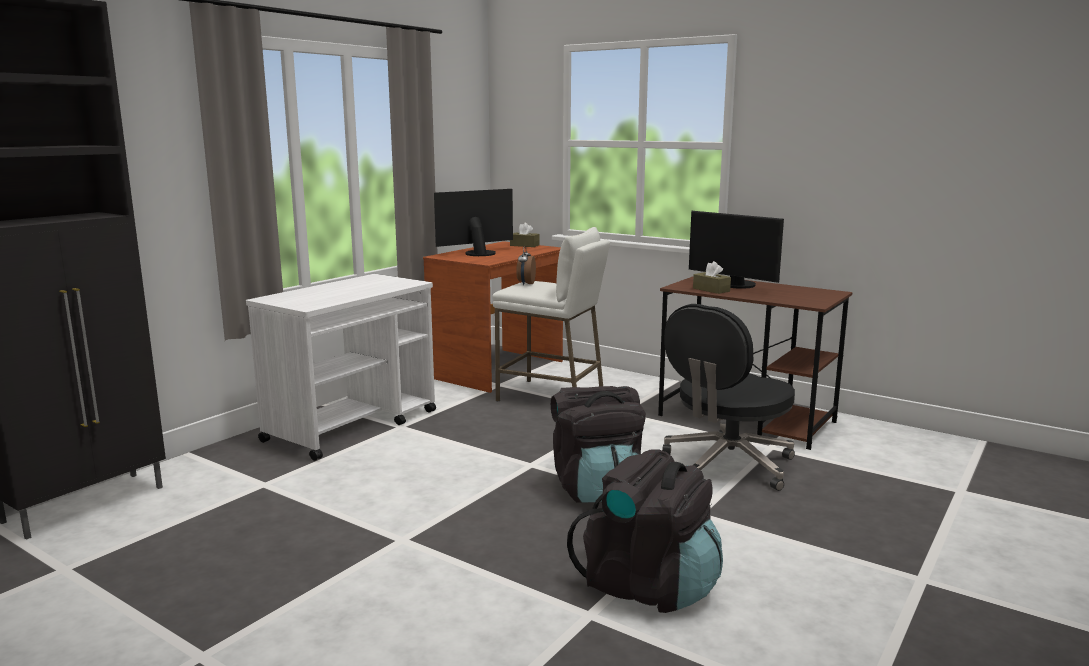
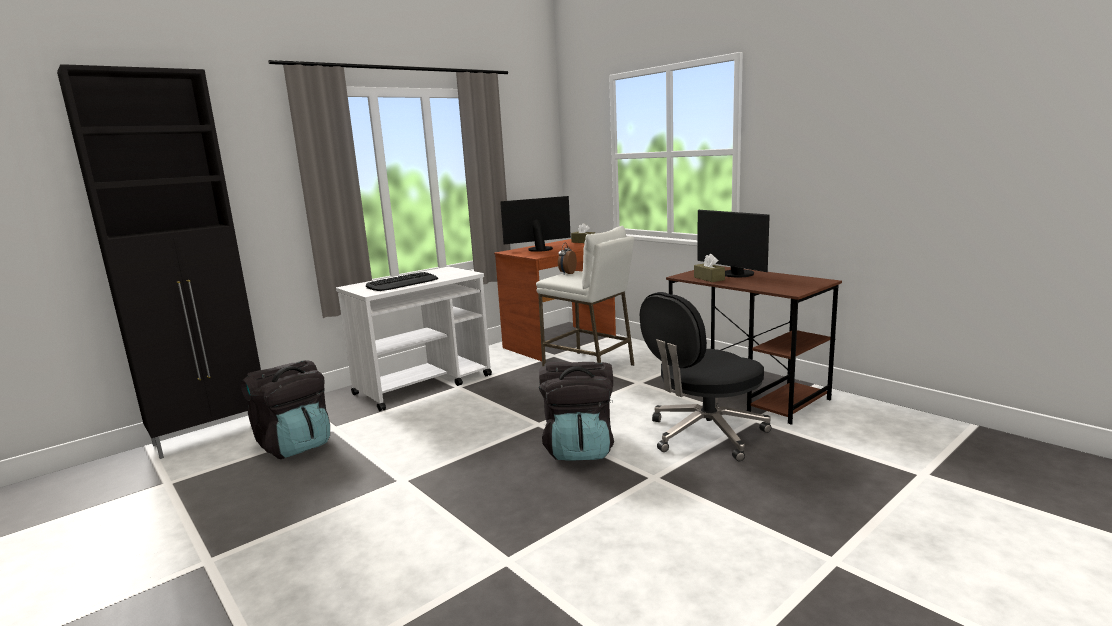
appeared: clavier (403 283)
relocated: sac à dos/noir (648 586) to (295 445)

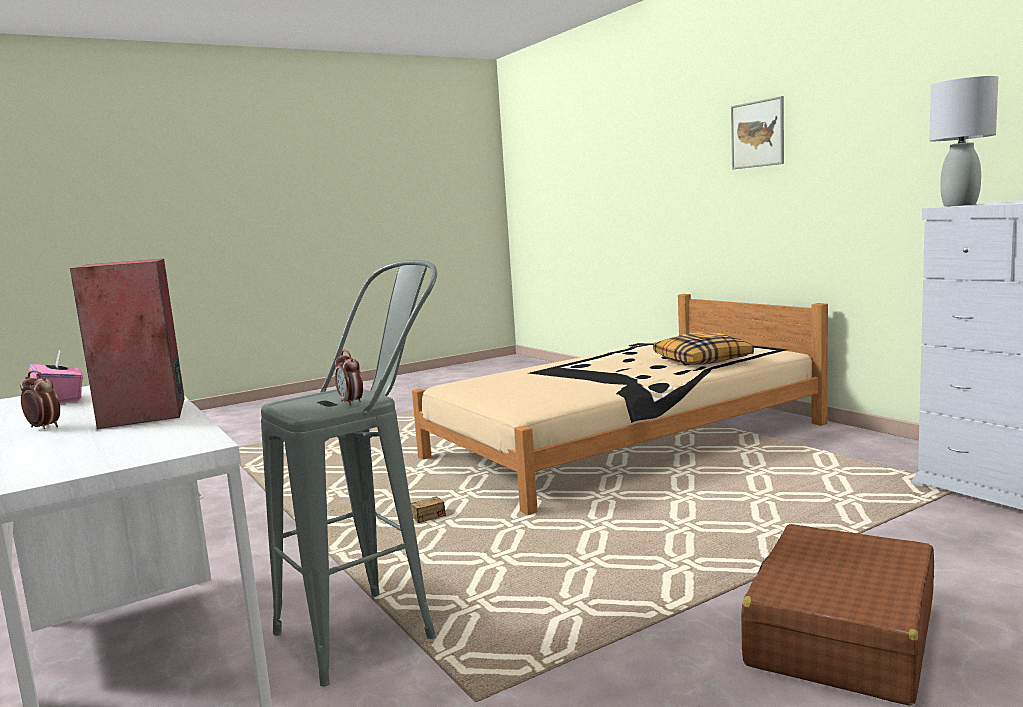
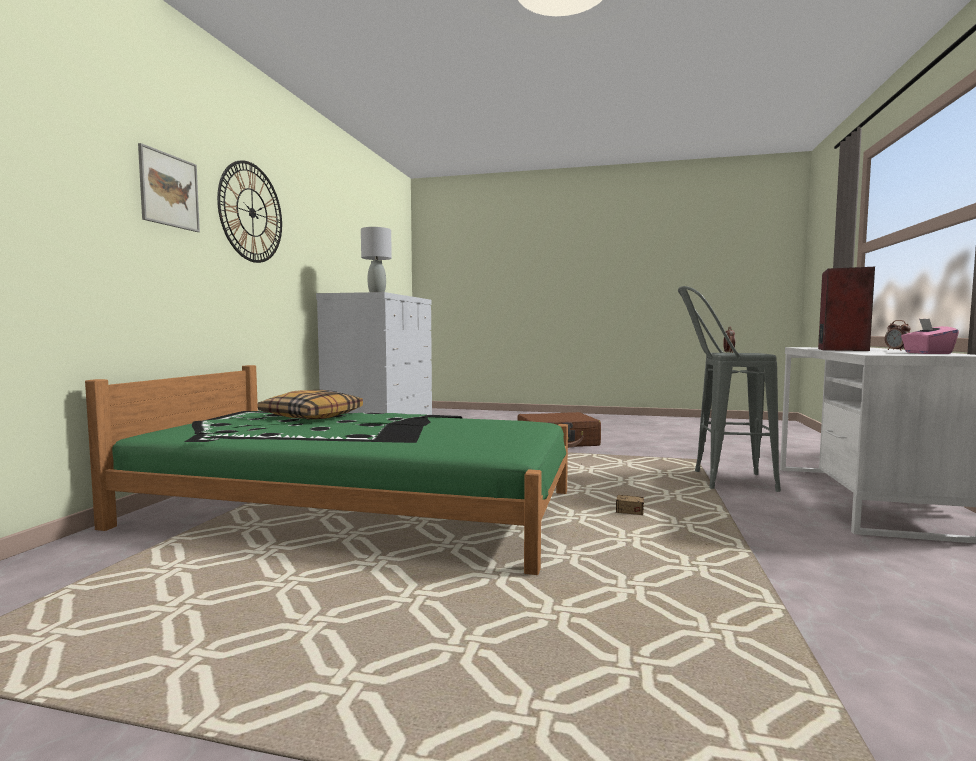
appeared: horloge murale (252 212)
colour: lit/beige (625 440) to lit/vert (355 509)

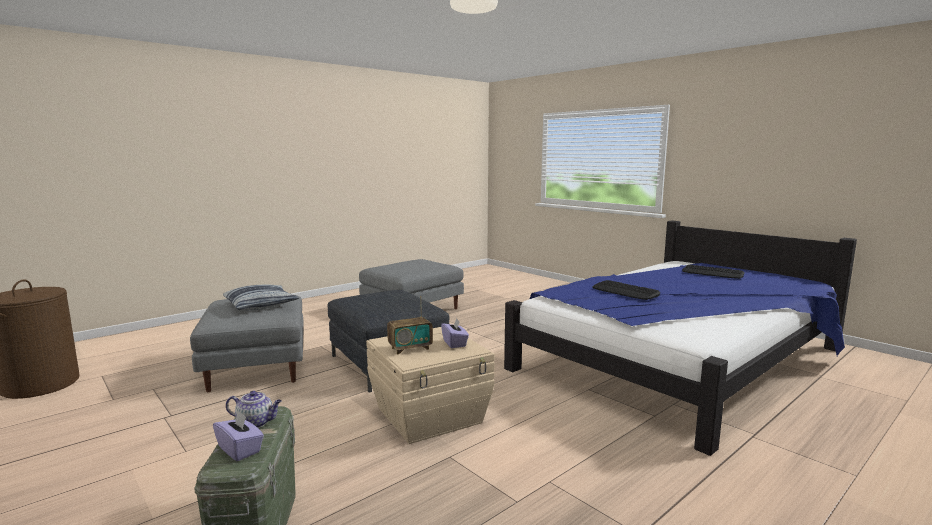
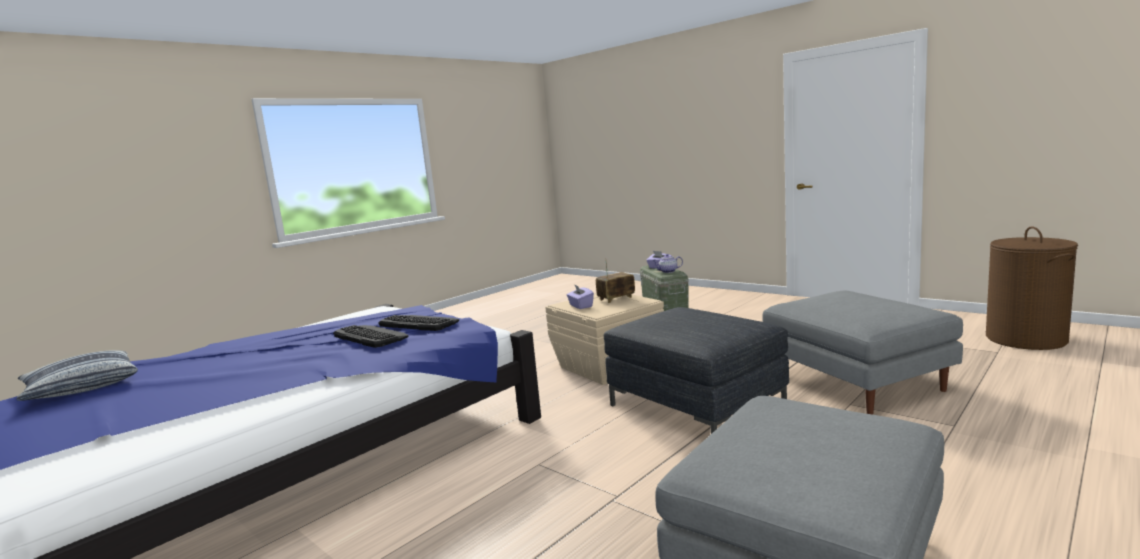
relocated: coussin (261 305) to (81 387); clavier (712 273) to (418 323)

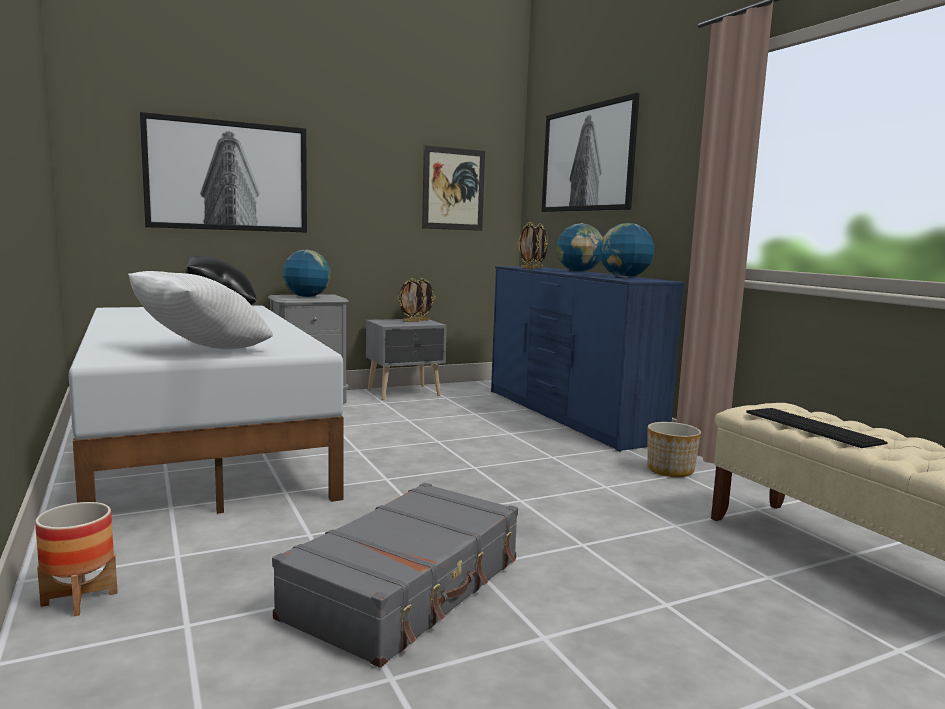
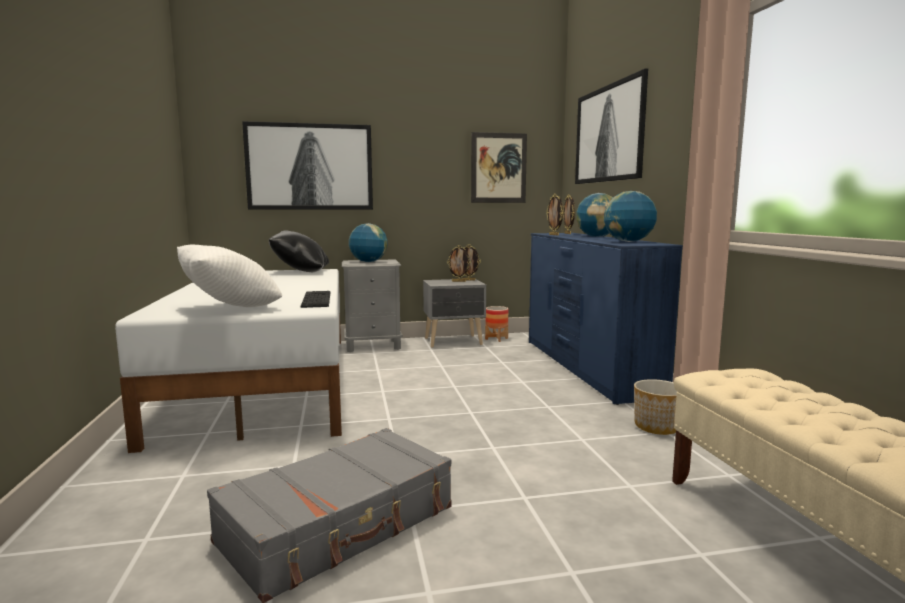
relocated: cache-pot (79 599) to (496 339); clavier (811 427) to (316 299)

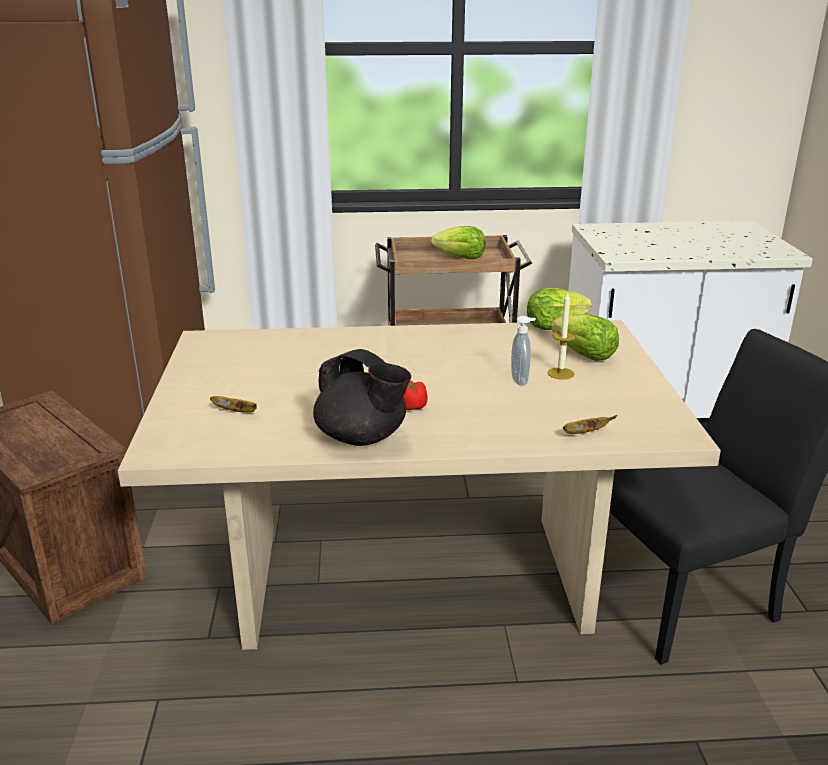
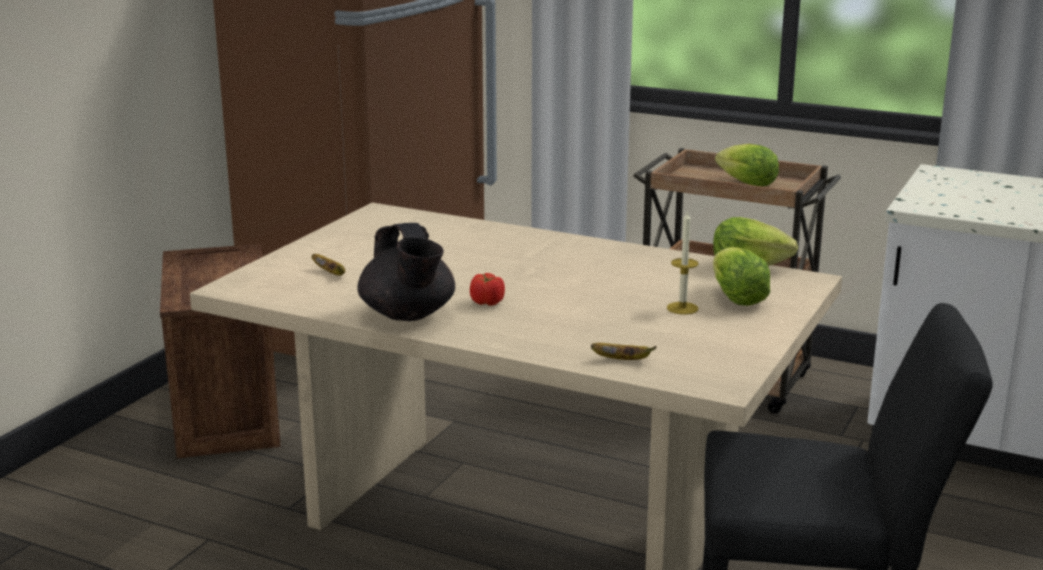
missing: distributeur de savon (521 380)

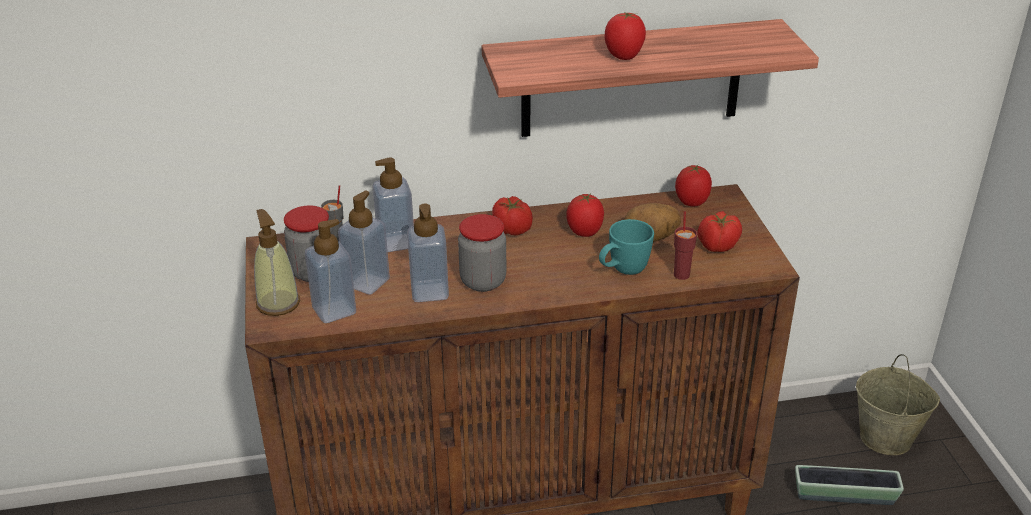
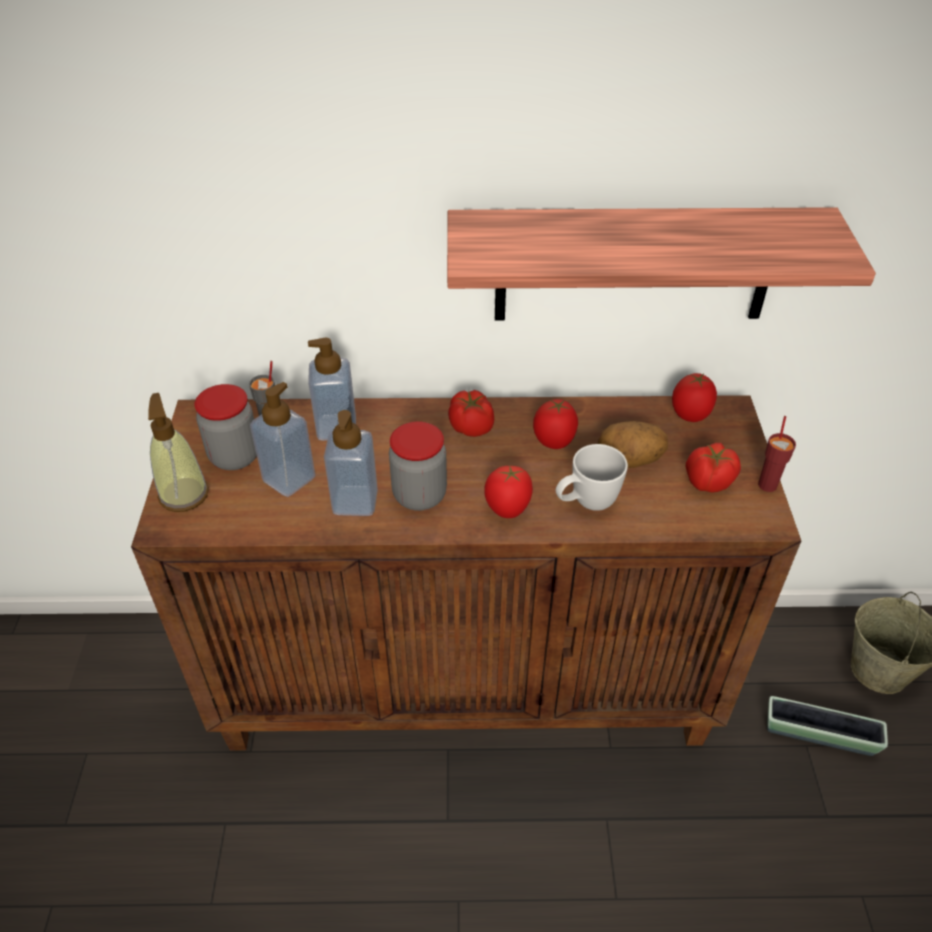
missing: distributeur de savon (334 310)
relocated: tomate (624 57) to (507 510); tasse/rouge (681 274) to (768 484)
colour: mug/turquoise (622 271) to mug/blanc (586 503)

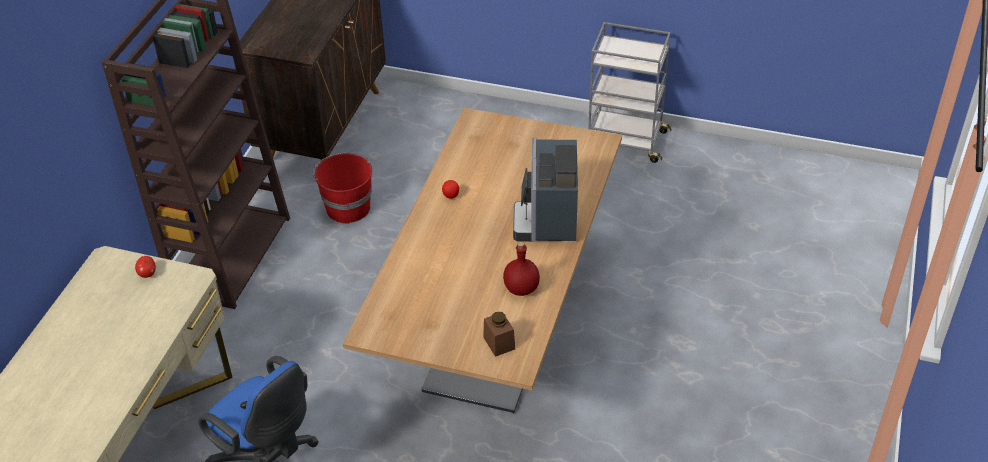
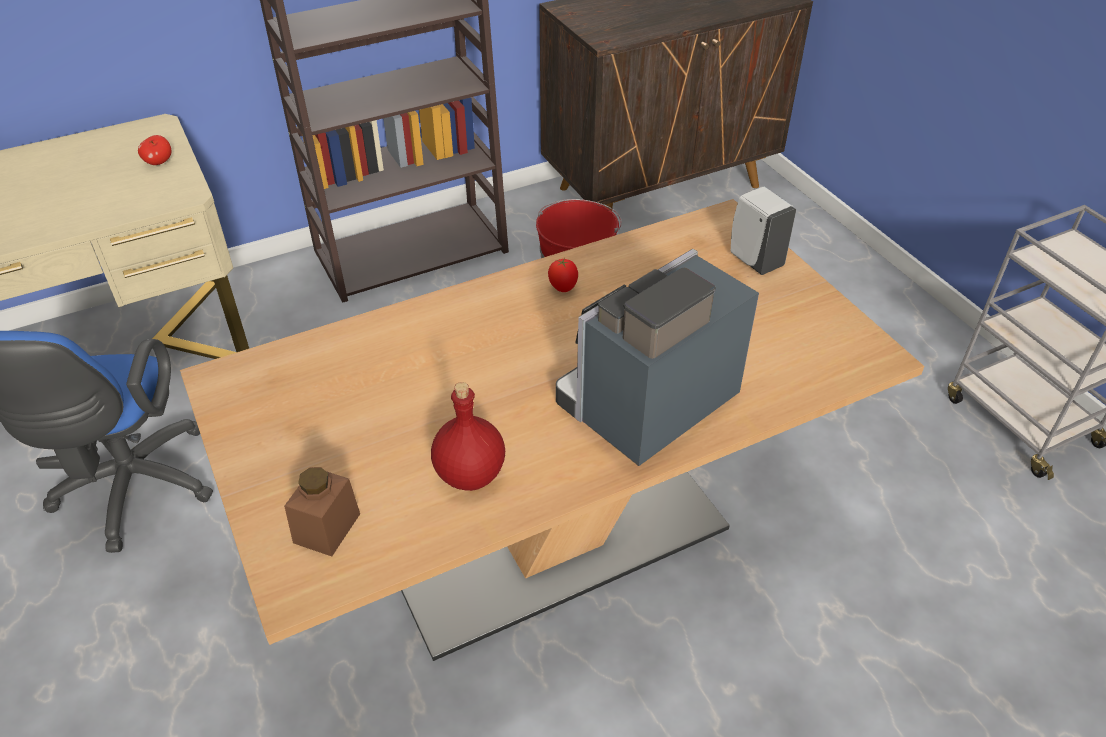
appeared: distributeur de savon/blanc (754 260)

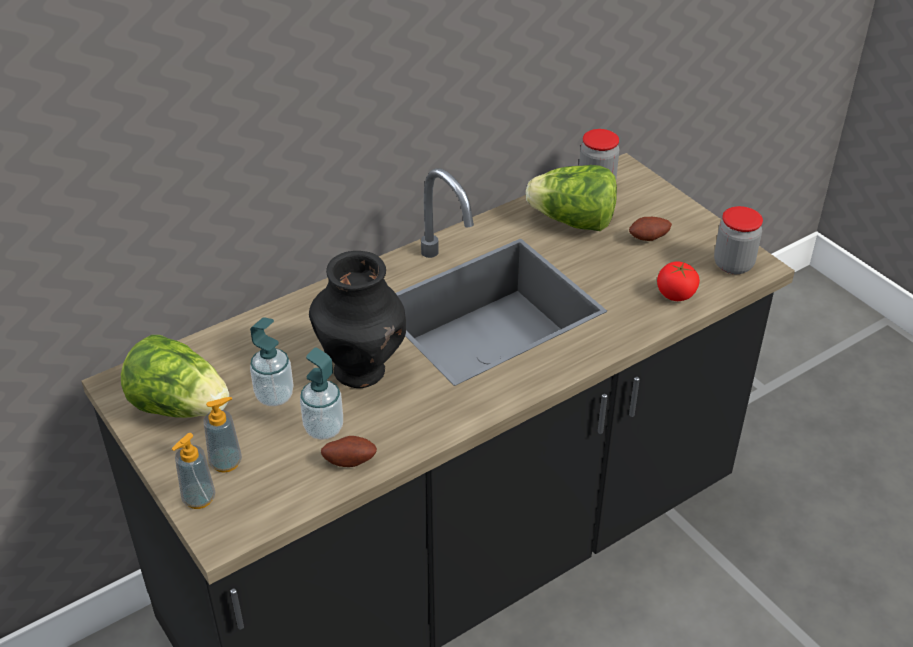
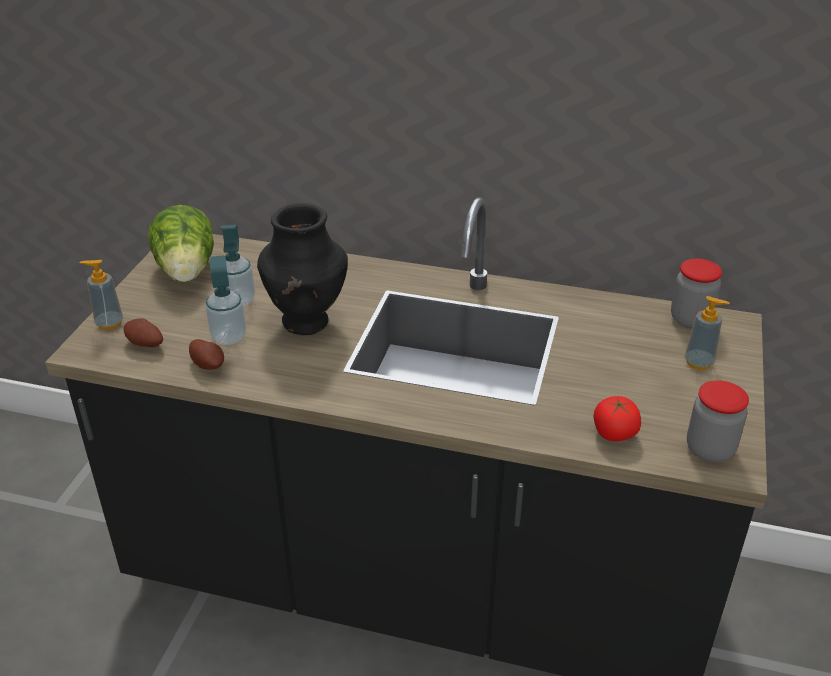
missing: laitue (573 222)
relocated: distributeur de savon (226 462) to (699 362); pomme de terre (649 239) to (144 345)

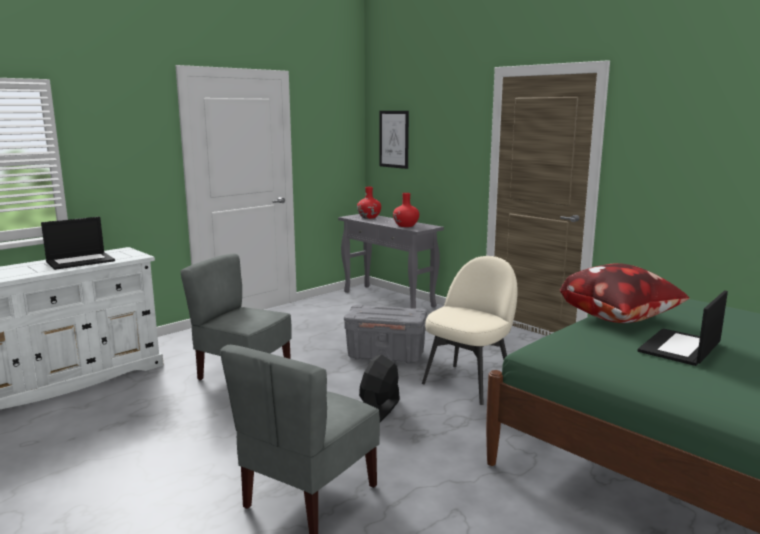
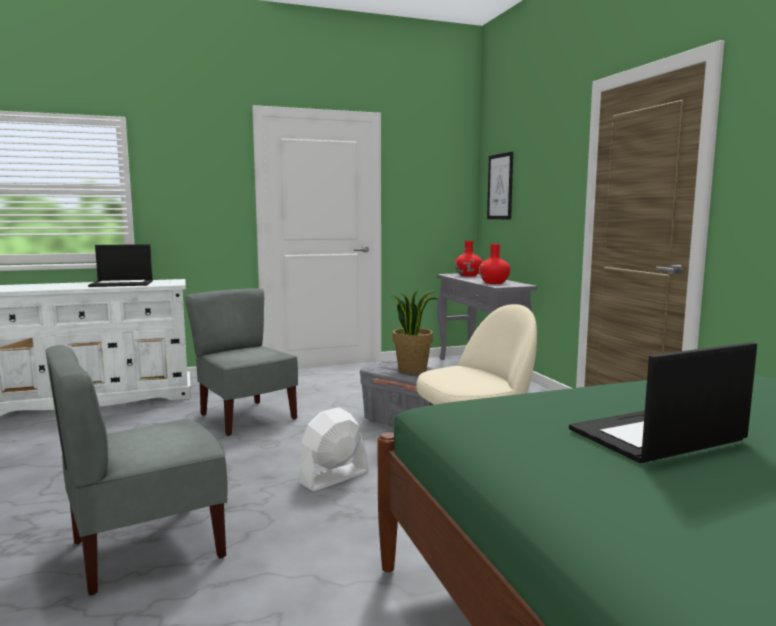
missing: coussin (620 319)
appeared: plante en pot (412 370)
colour: ventilateur/noir (380 410) to ventilateur/blanc (333 477)

